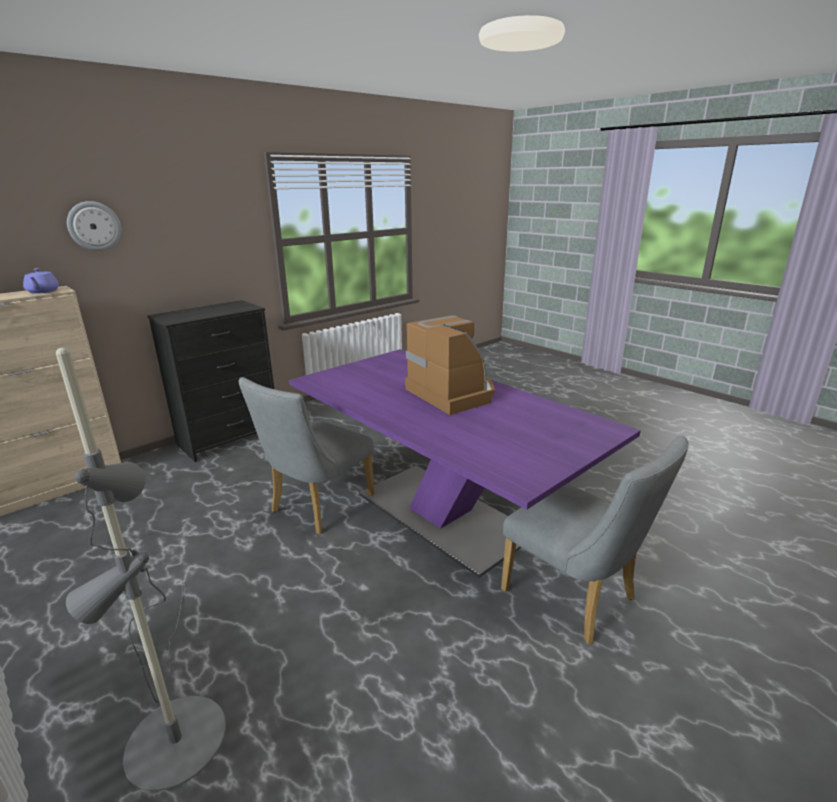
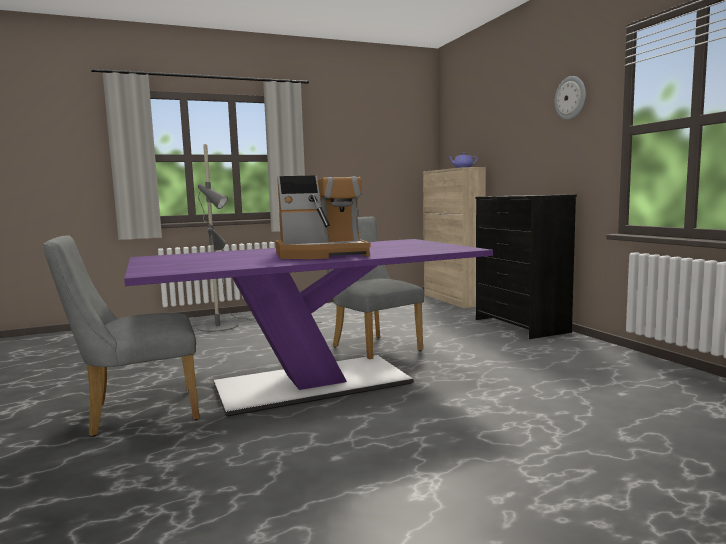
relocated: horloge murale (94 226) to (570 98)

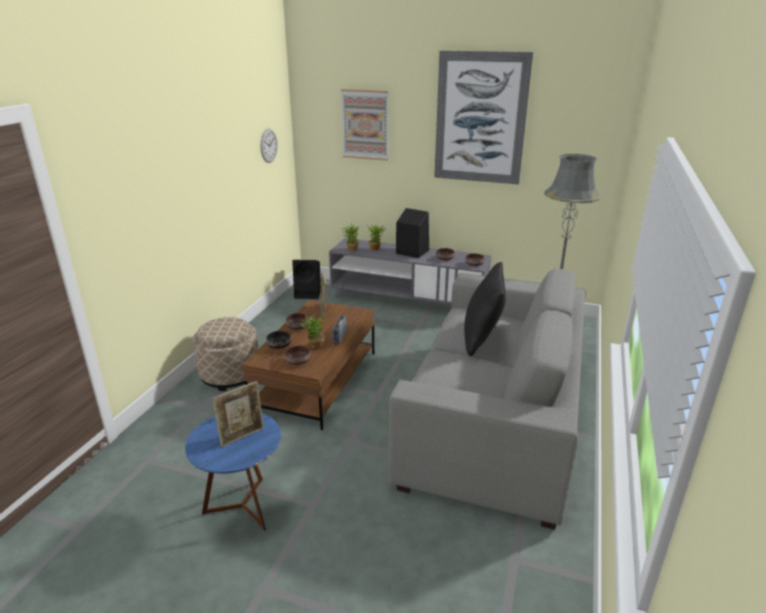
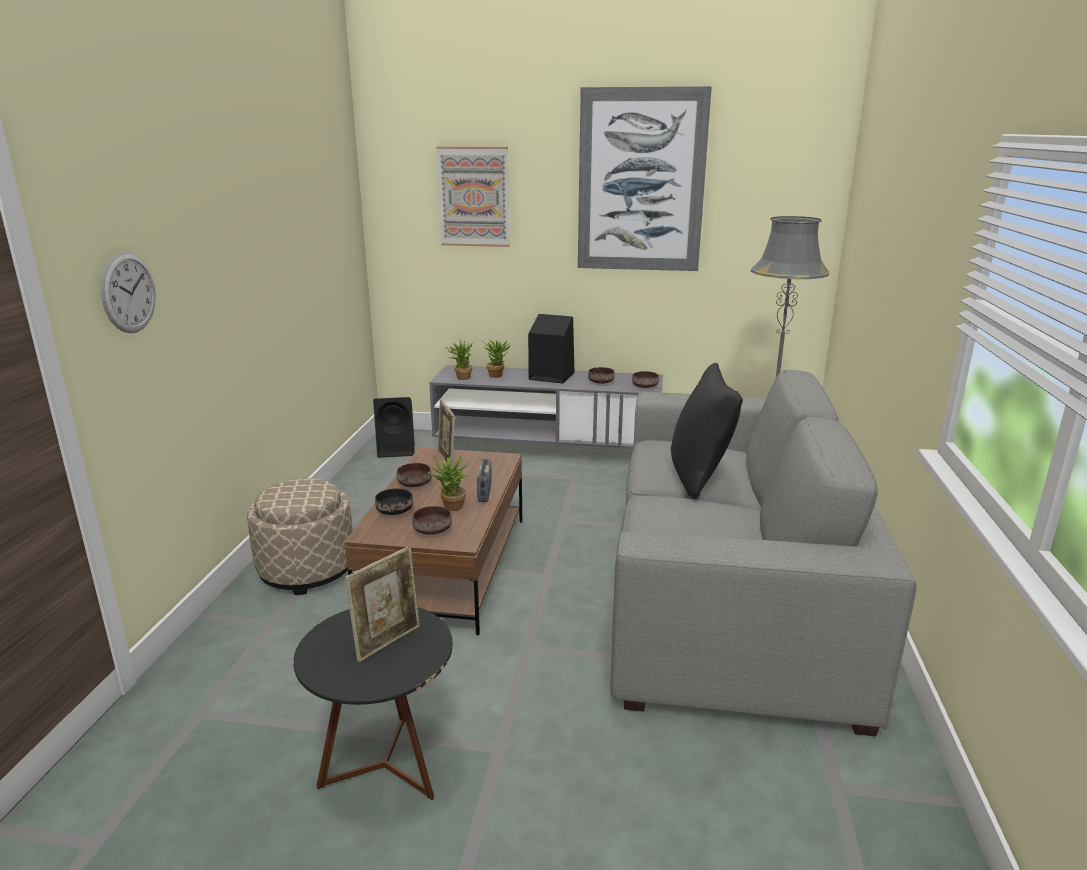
relocated: horloge murale (268 145) to (128 293)
colour: table d'appoint/bleu (243 507) to table d'appoint/noir (386 767)

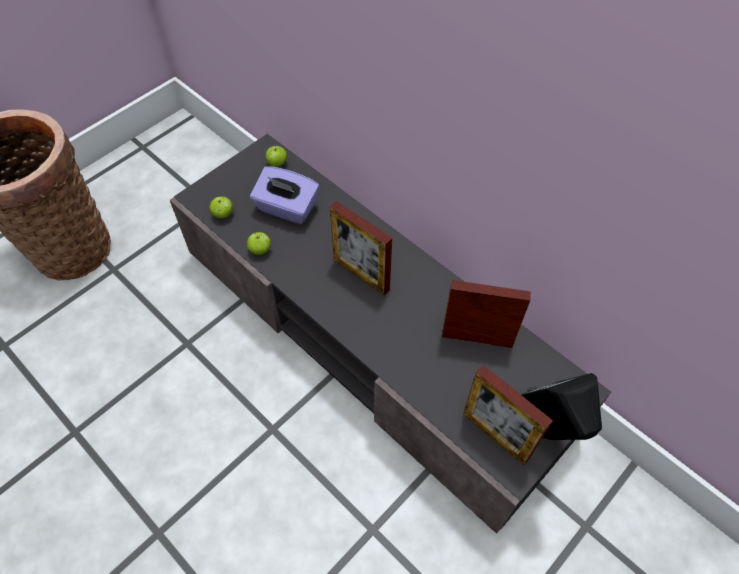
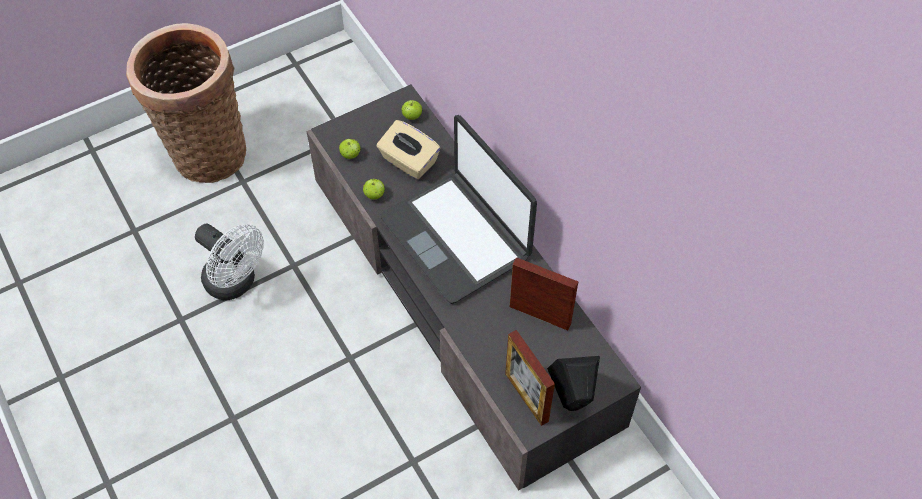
appeared: ventilateur/blanc (236 283)
exchanged: cadre photo (361 274) to ordinateur portable (457 237)
colour: boîte à mouchoirs/violet (287 208) to boîte à mouchoirs/beige (408 161)

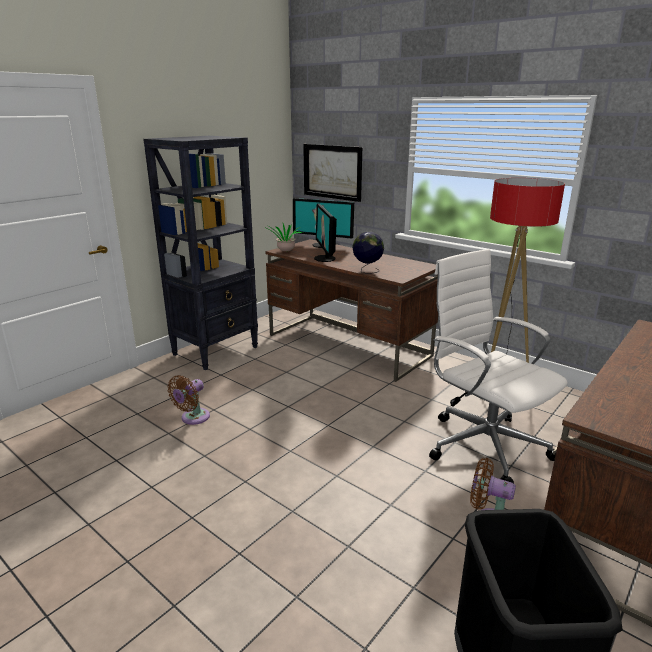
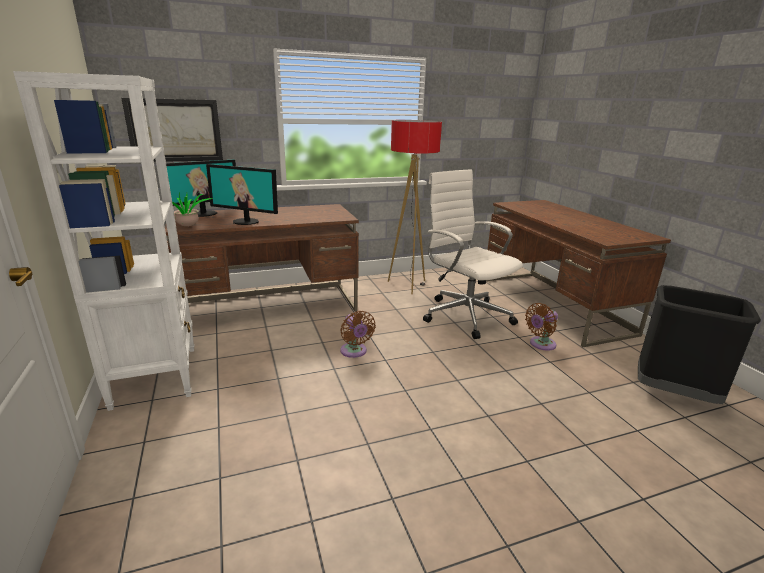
missing: globe (367 271)
relocated: ventilateur/marron (193 418) to (354 352)
colour: bibliothèque/noir (216 350) to bibliothèque/blanc (156 376)
spun: chaise de bureau/blanc (484 444) = (465 315) 60 degrees clockwise

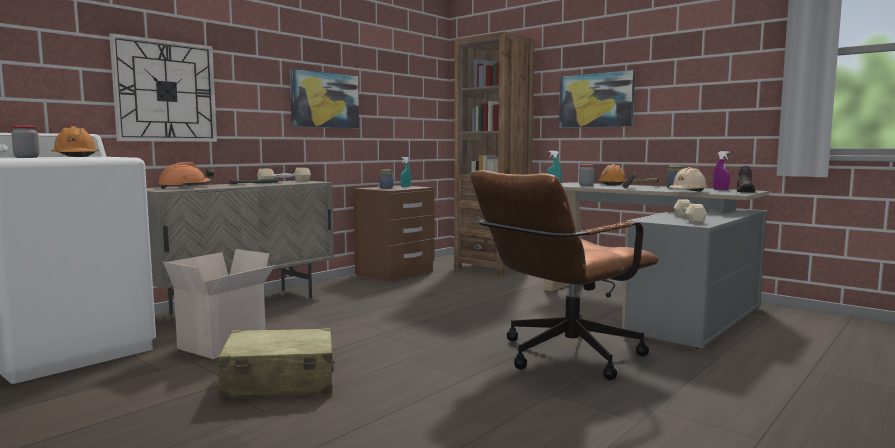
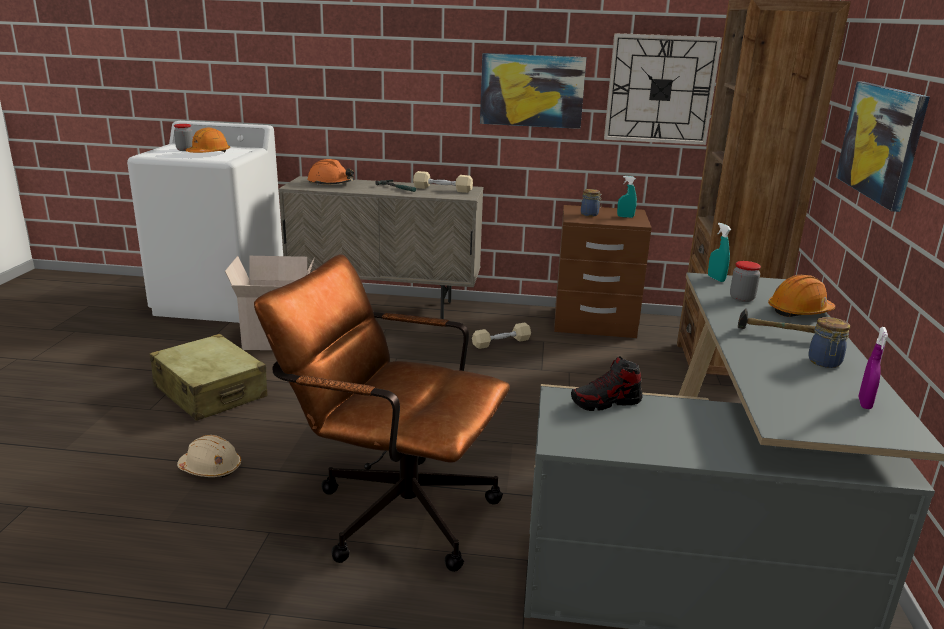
relocated: horloge murale (165 91) to (660 89); casque de chantier/beige (687 192) to (211 468); haltère/beige (689 219) to (501 342); chaussure (745 191) to (606 402)

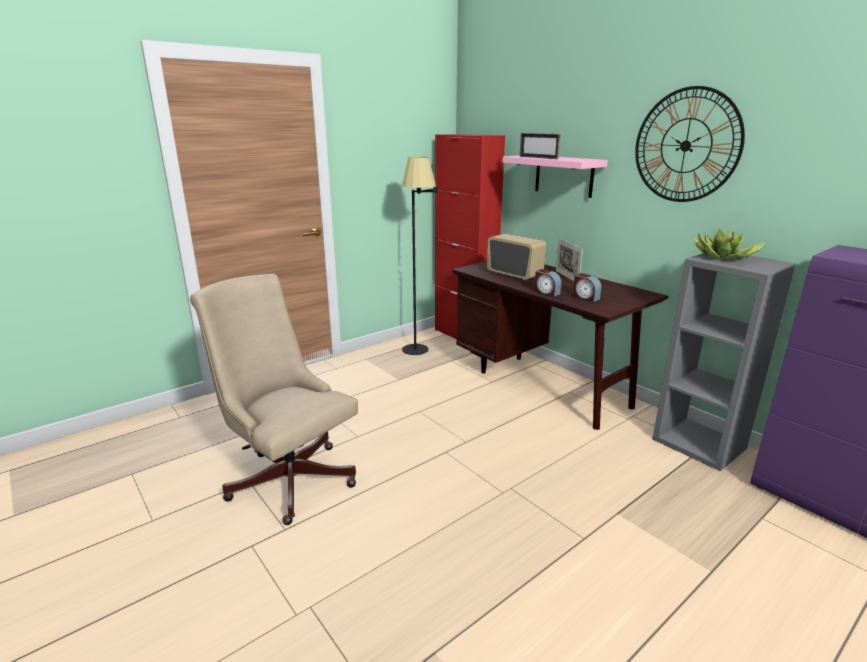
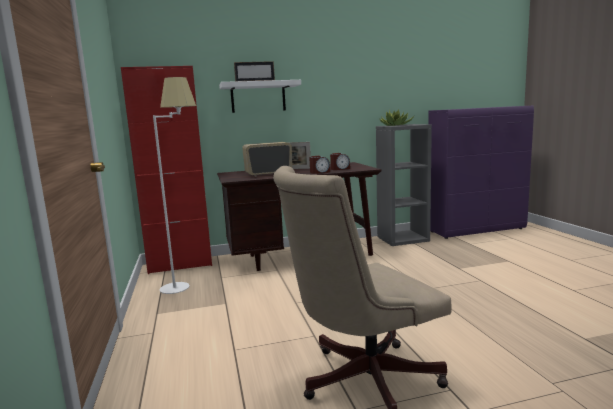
missing: horloge murale (686 146)
colour: lampadaire/noir (419 354) to lampadaire/blanc (187 287); étagère/rose (564 175) to étagère/blanc (258 97)

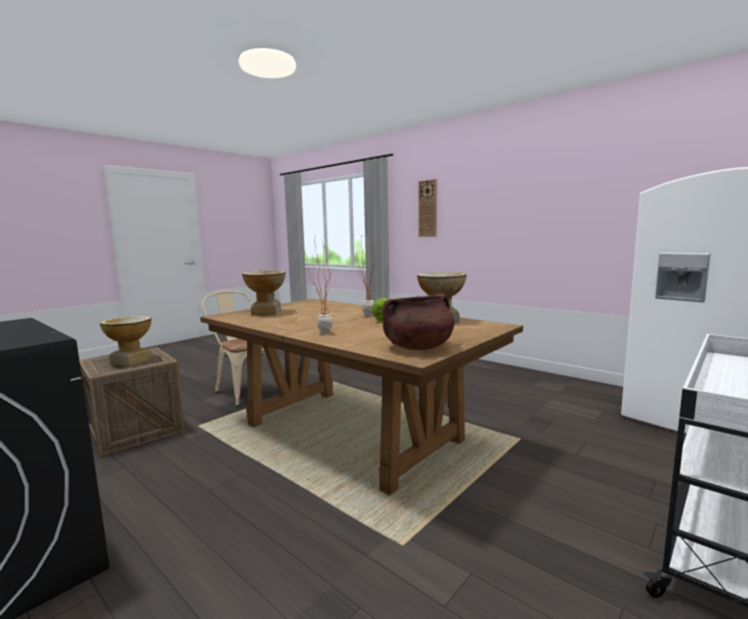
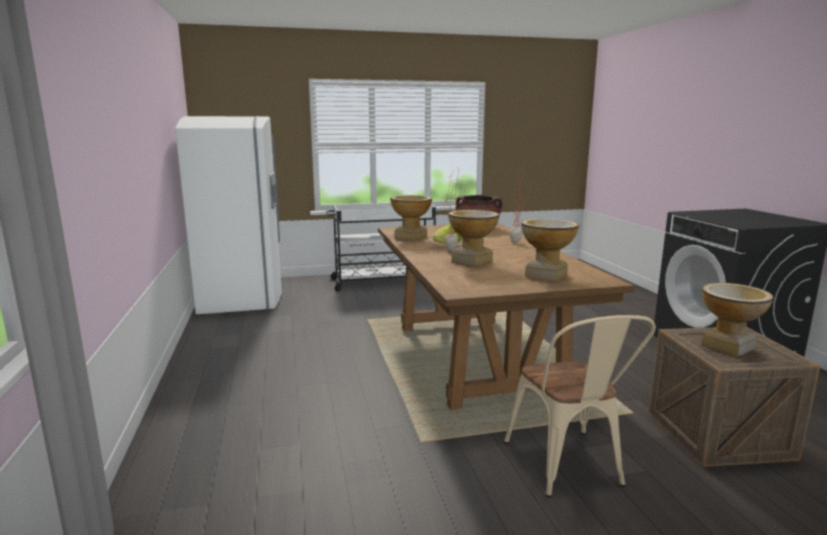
missing: horloge murale (427 208)
appeared: vase (472 261)

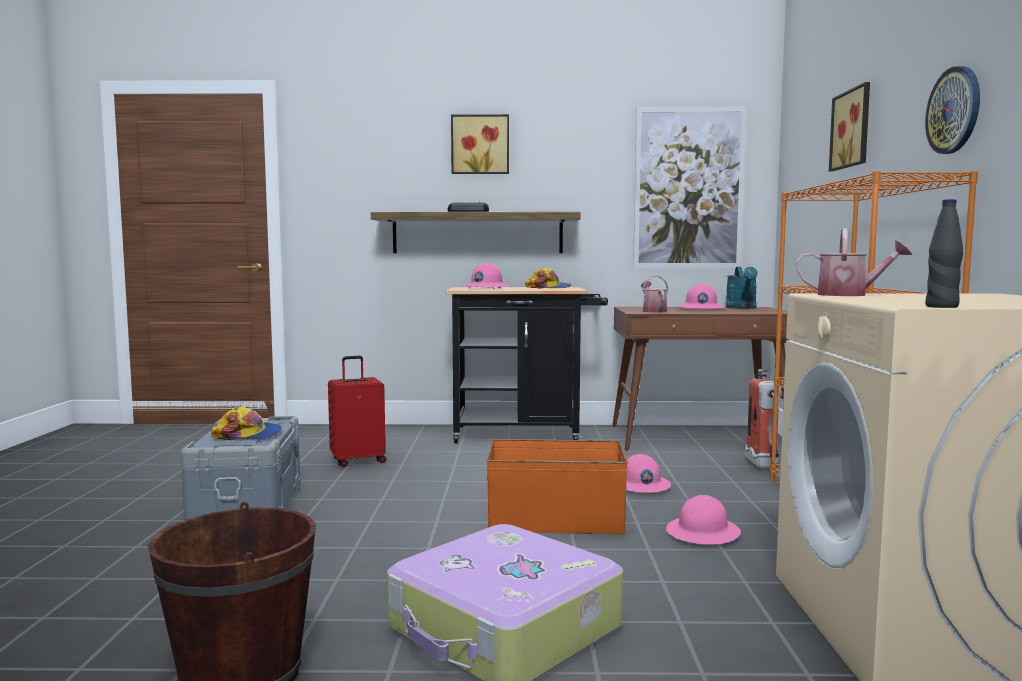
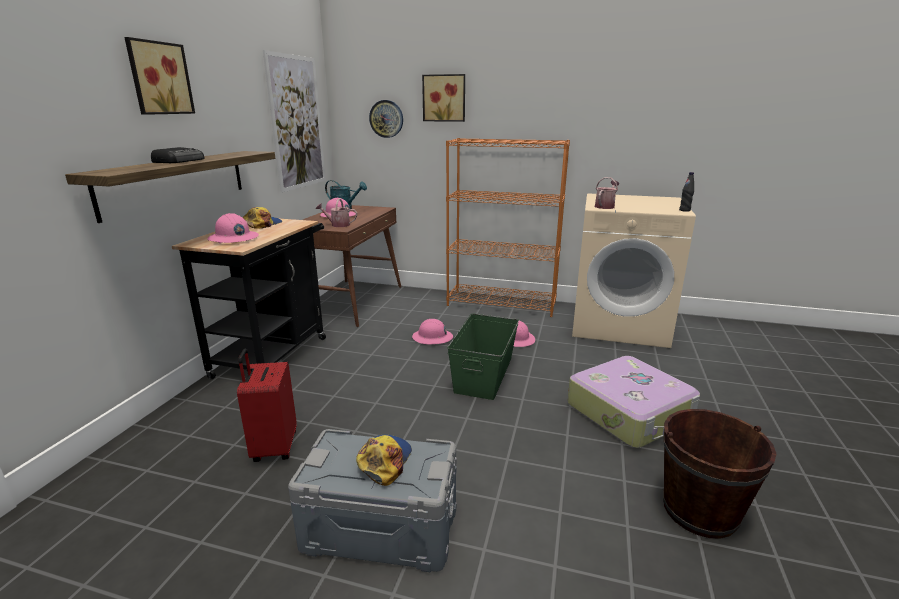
missing: extincteur (763 467)
relocated: horloge murale (954 110) to (386 119)
colour: boîte de rangement/orange (556 521) to boîte de rangement/vert (484 374)

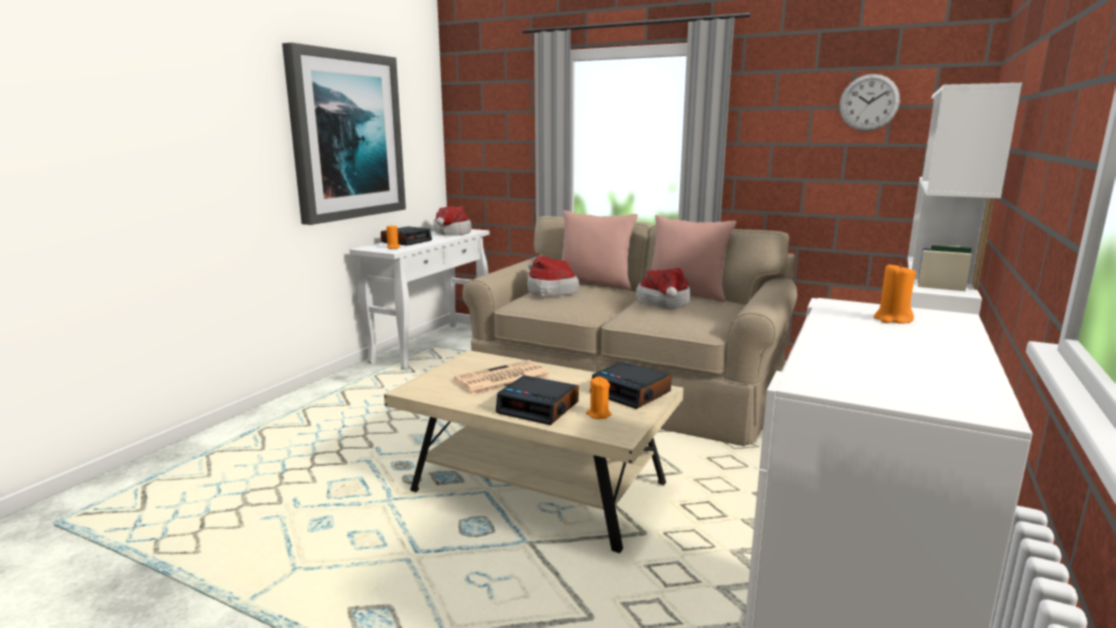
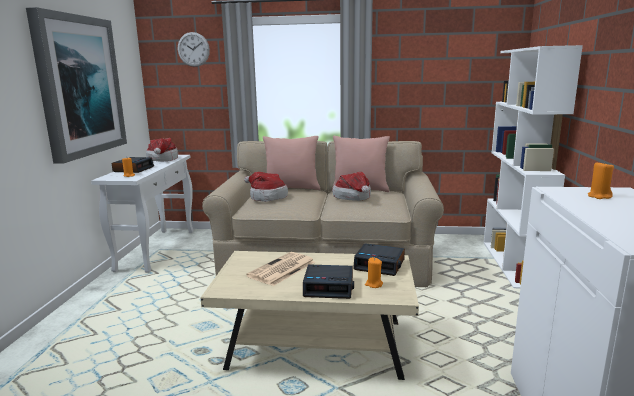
relocated: horloge murale (869 102) to (193 49)

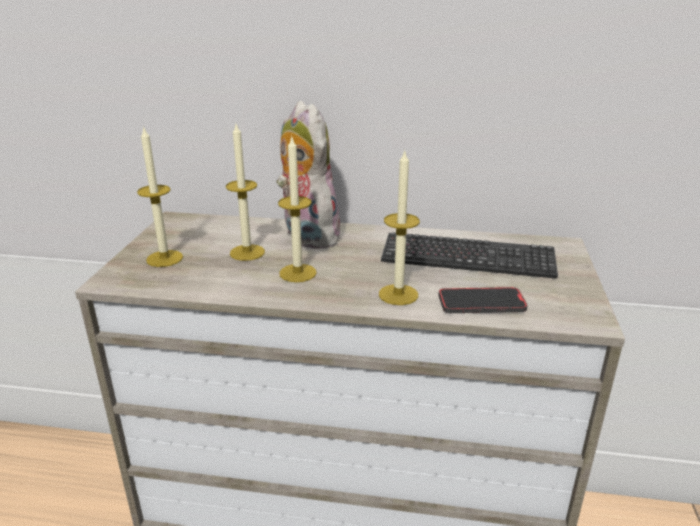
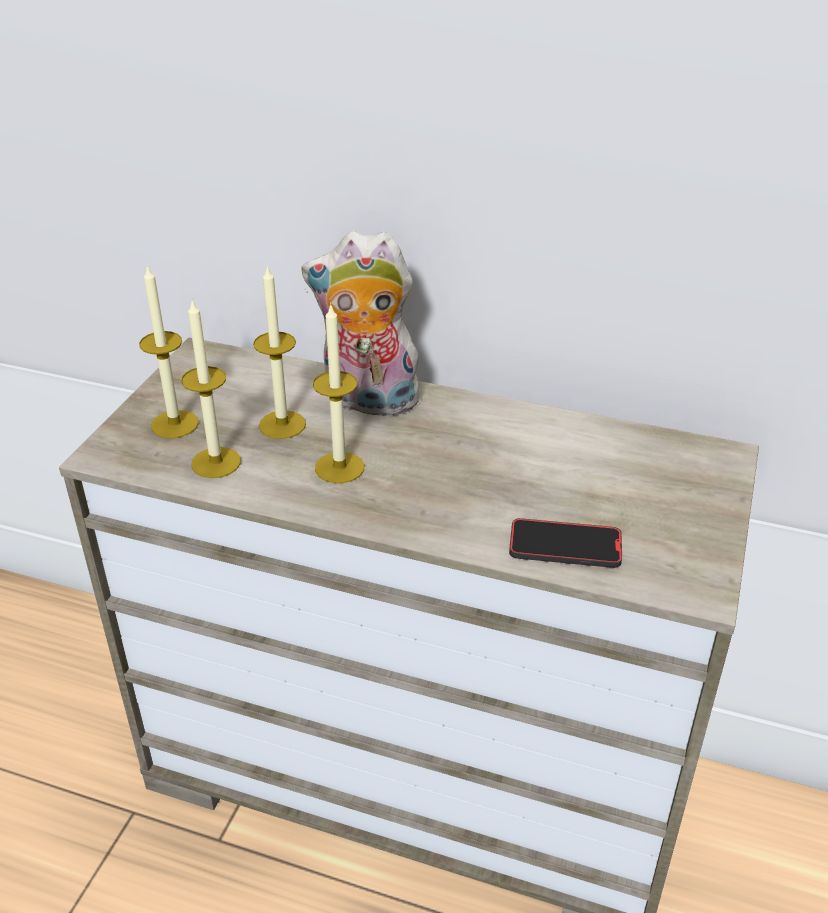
missing: clavier (467 258)
relocated: bougie (398 294) to (216 462)
spun: peluche (306 236) = (367 402) 60 degrees counterclockwise

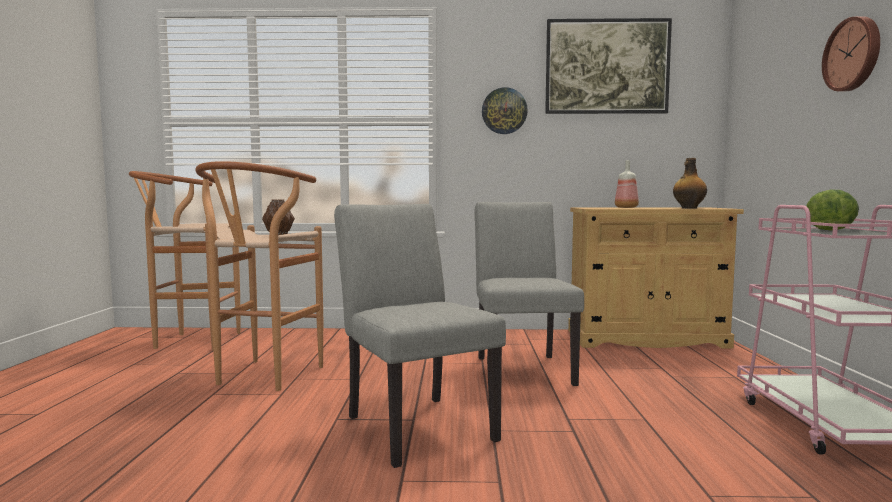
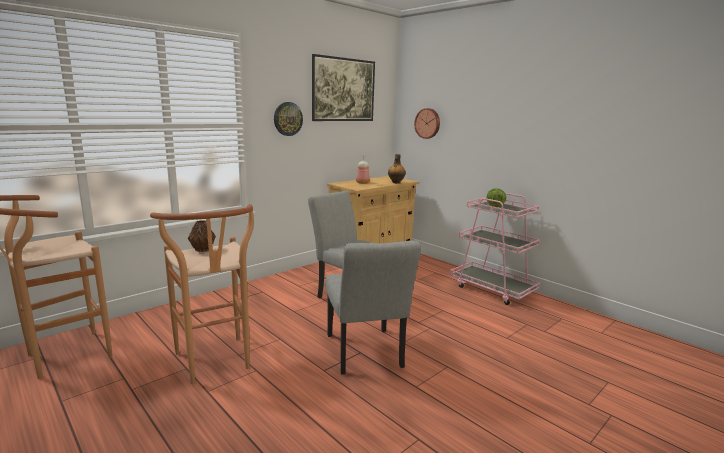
relocated: horloge murale (853 54) to (428 123)
spun: chaise/gris (414 424) = (365 354) 120 degrees counterclockwise

